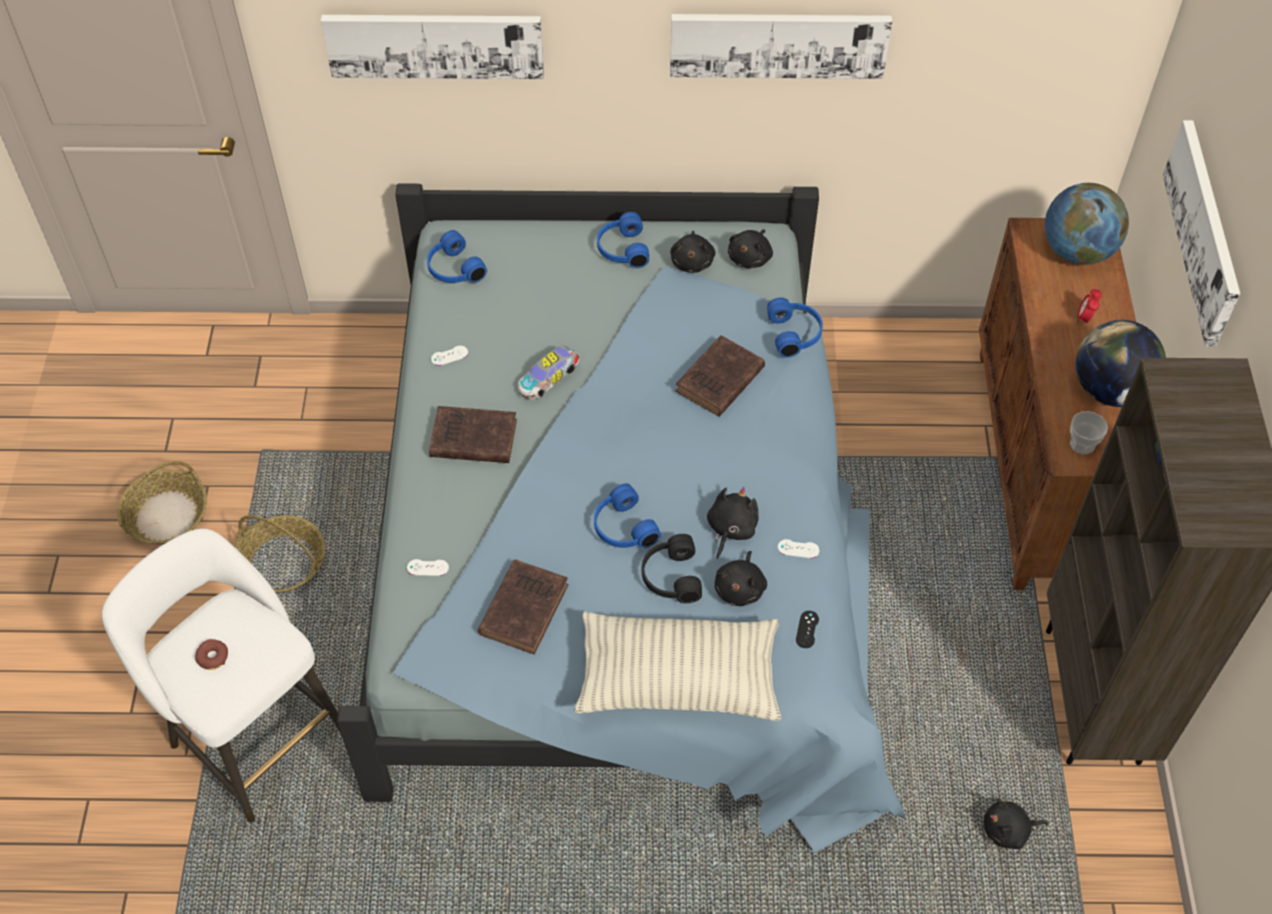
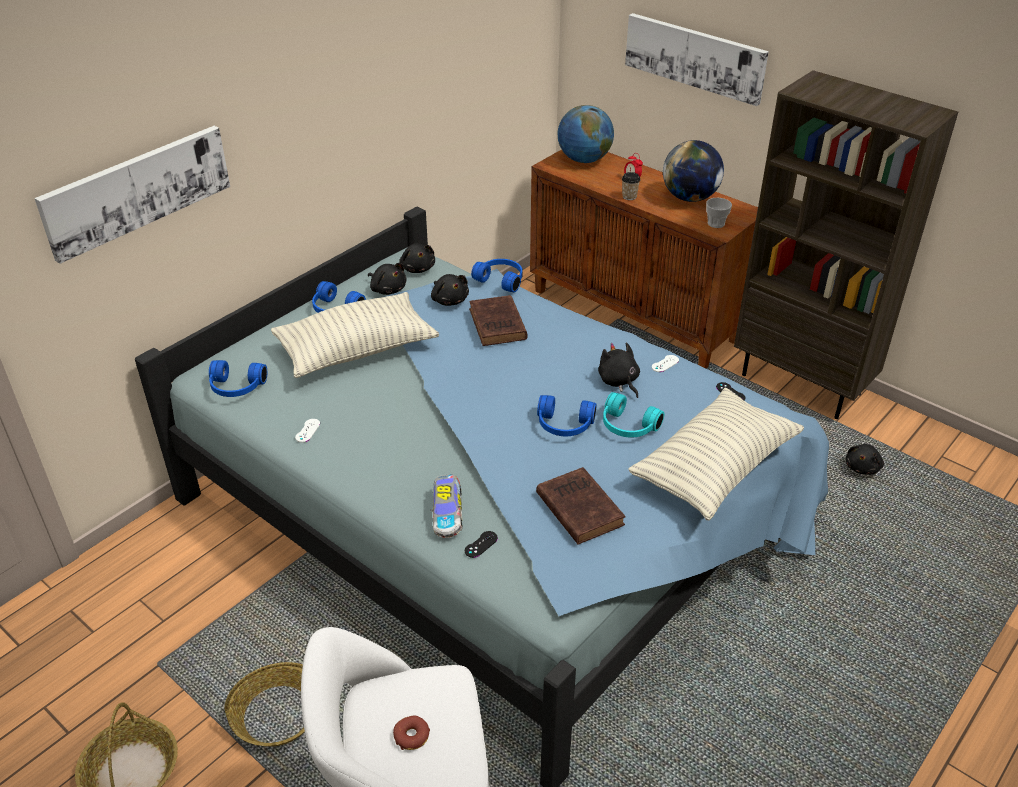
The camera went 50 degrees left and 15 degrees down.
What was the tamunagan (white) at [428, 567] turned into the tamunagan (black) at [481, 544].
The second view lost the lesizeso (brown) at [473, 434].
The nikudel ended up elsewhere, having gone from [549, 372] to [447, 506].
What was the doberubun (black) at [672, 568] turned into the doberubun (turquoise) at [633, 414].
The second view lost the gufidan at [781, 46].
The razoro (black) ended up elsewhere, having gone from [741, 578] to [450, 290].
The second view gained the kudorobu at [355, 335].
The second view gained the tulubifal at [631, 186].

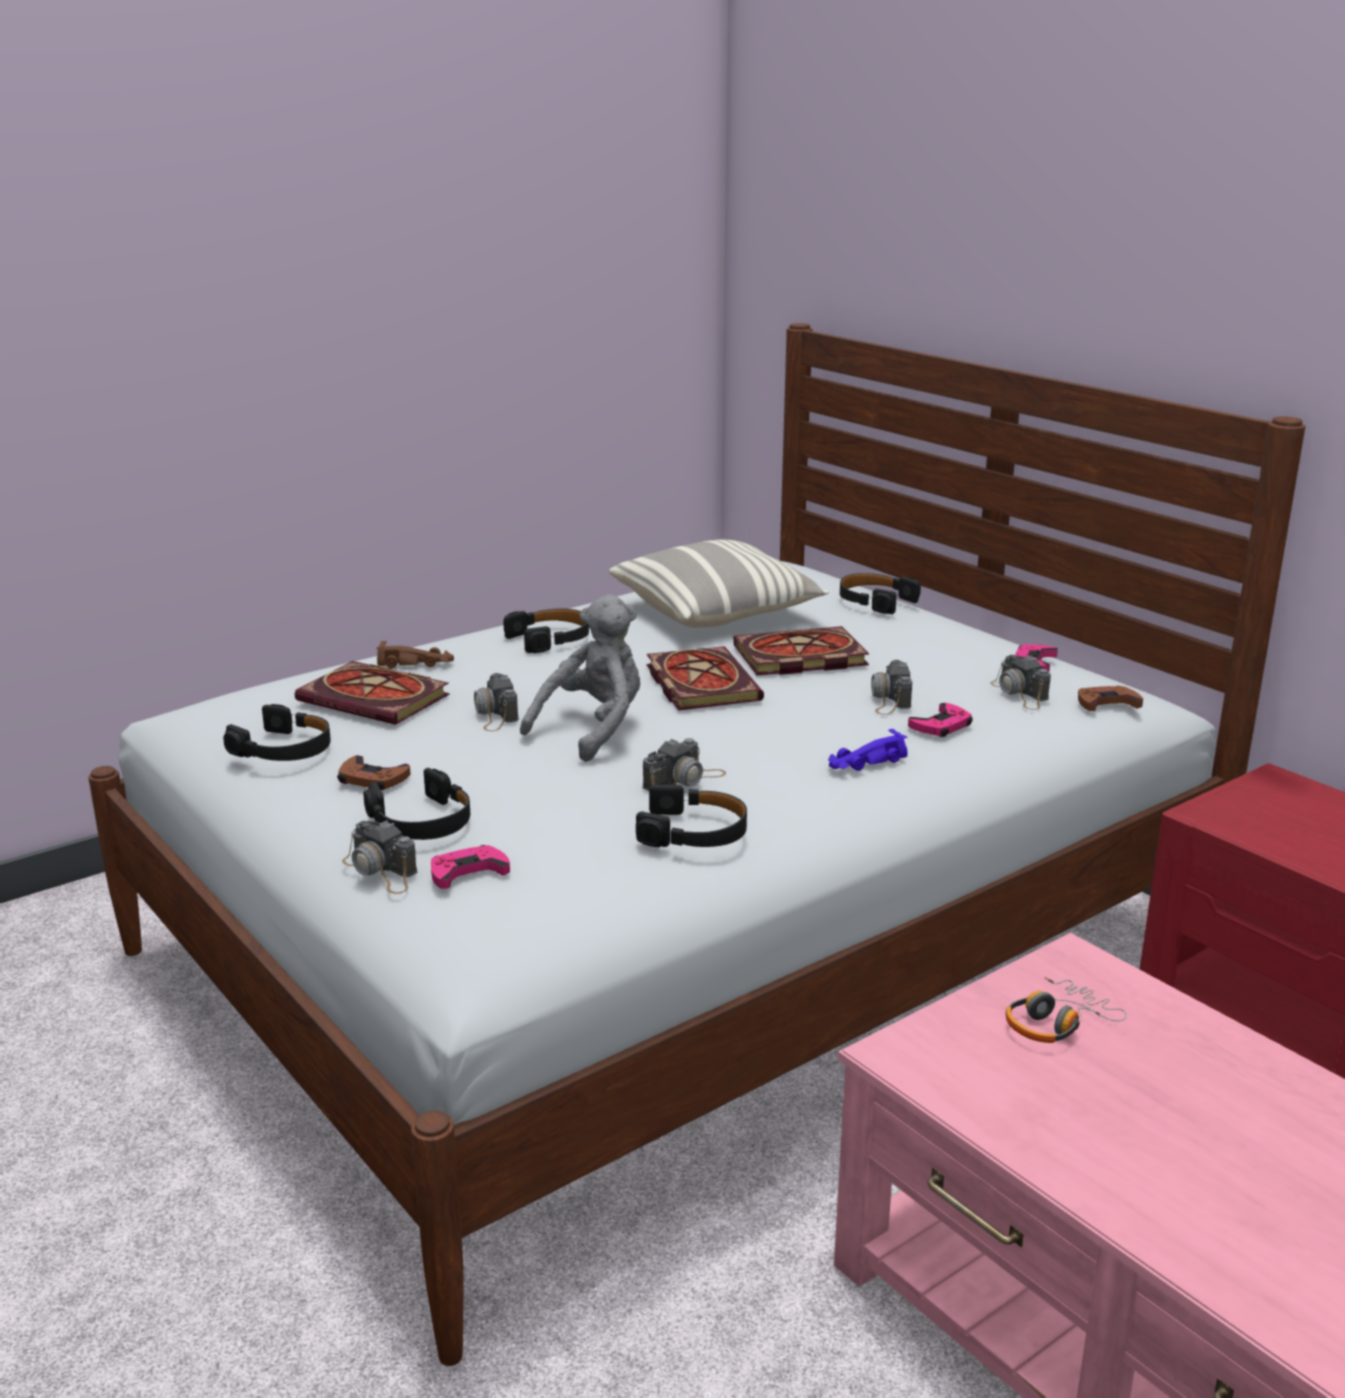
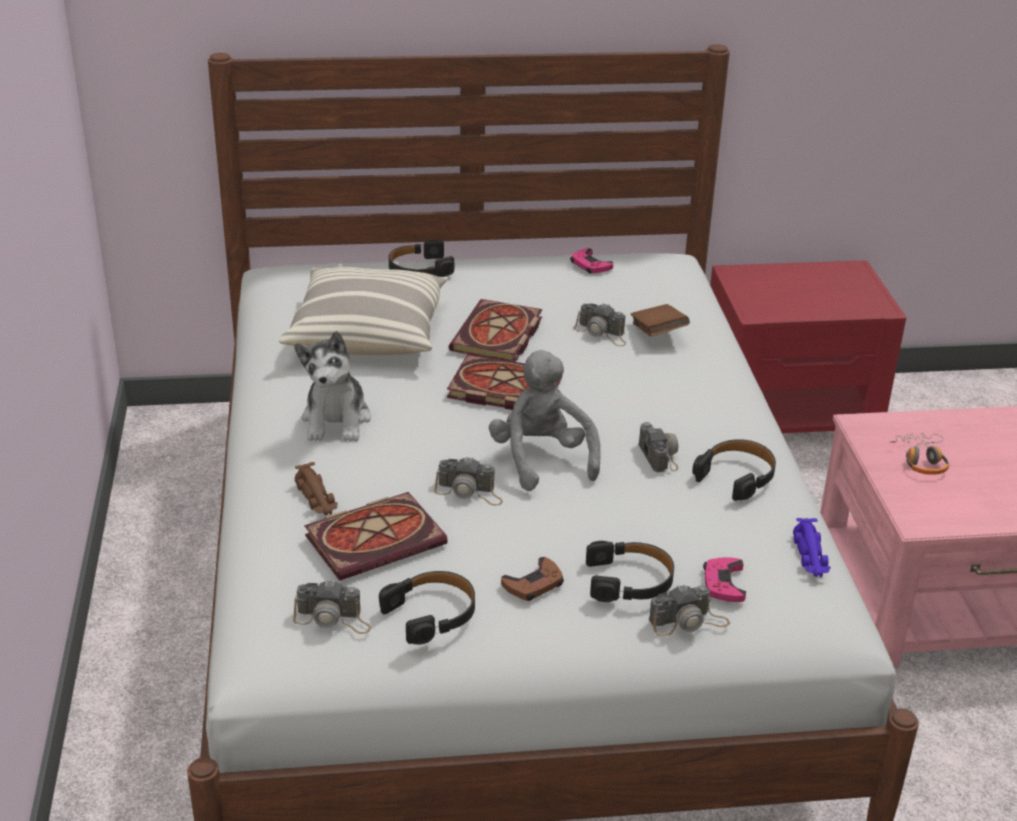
The camera went 60 degrees left and 10 degrees up.
The nikudel (brown) at [415, 654] ended up facing another way, 120 degrees clockwise from before.
Where the doberubun (black) stood at [546, 630], the razoro came to stand at [332, 386].
The nikudel (purple) ended up elsewhere, having gone from [868, 750] to [812, 547].
Where the tamunagan (pink) stood at [940, 720], the lesizeso (brown) came to stand at [660, 320].
The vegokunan ended up elsewhere, having gone from [1021, 682] to [332, 607].
The second view lost the tamunagan (brown) at [1110, 698].

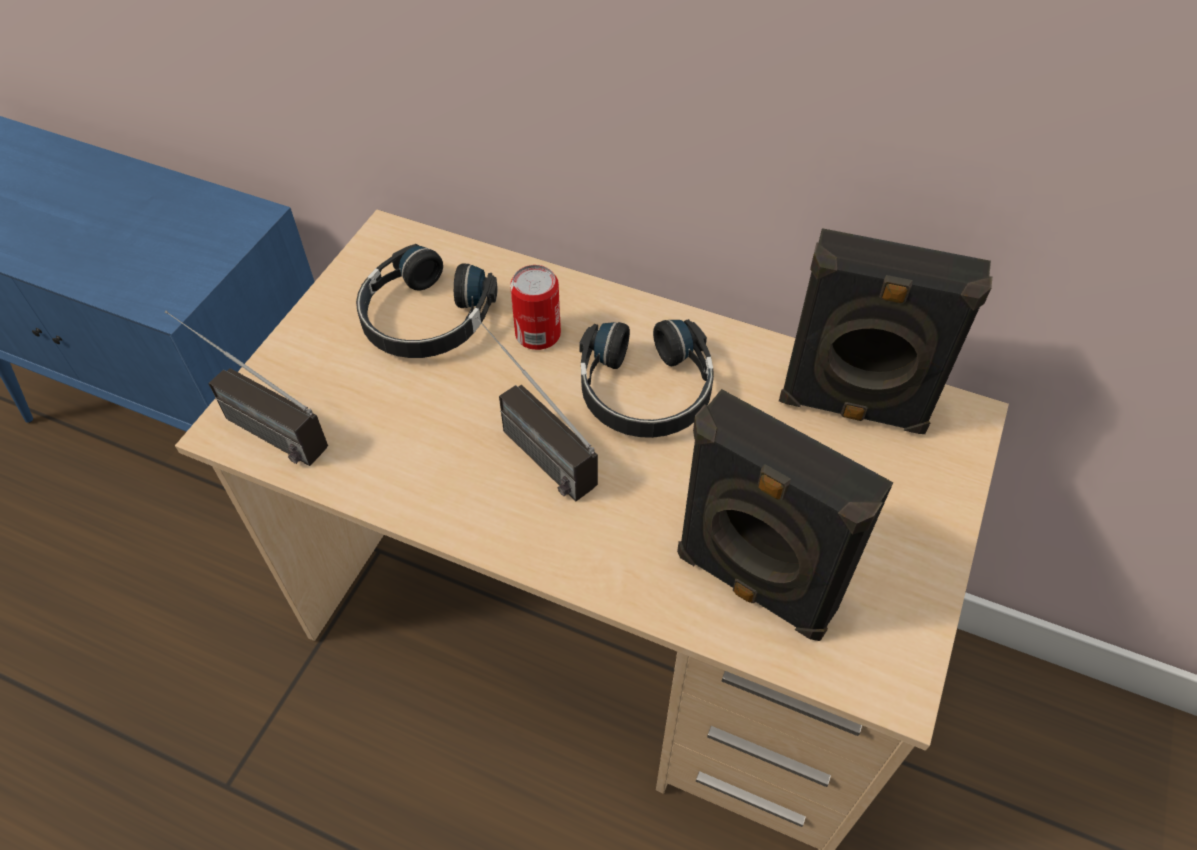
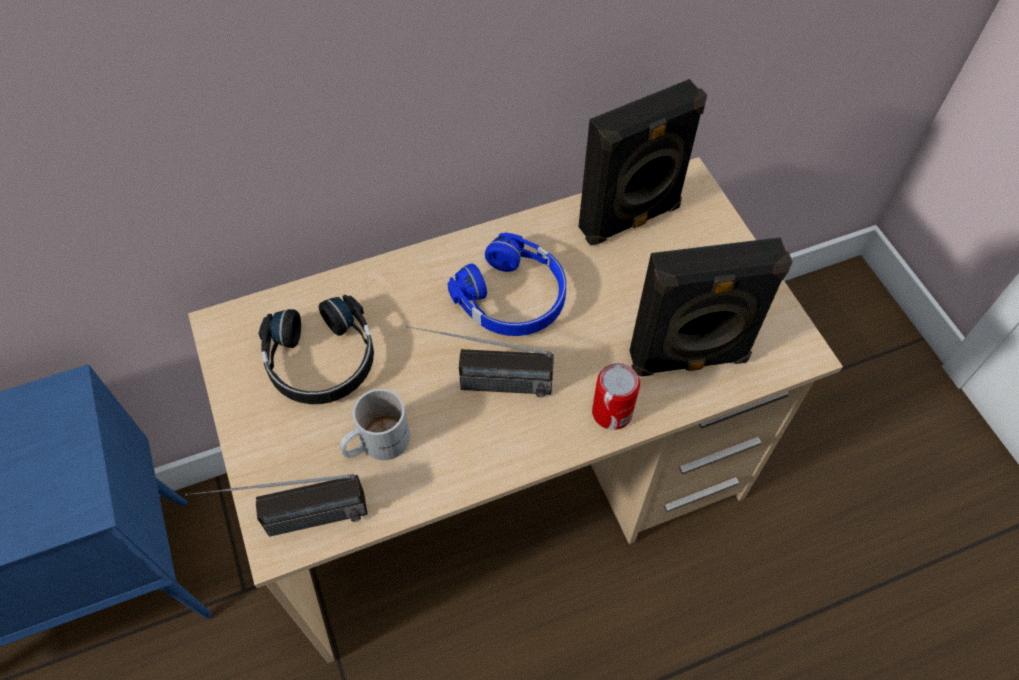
The camera went 45 degrees left and 5 degrees up.
The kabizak ended up elsewhere, having gone from [535, 307] to [616, 396].
What was the doberubun (black) at [646, 378] turned into the doberubun (blue) at [507, 284].
The second view gained the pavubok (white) at [375, 424].

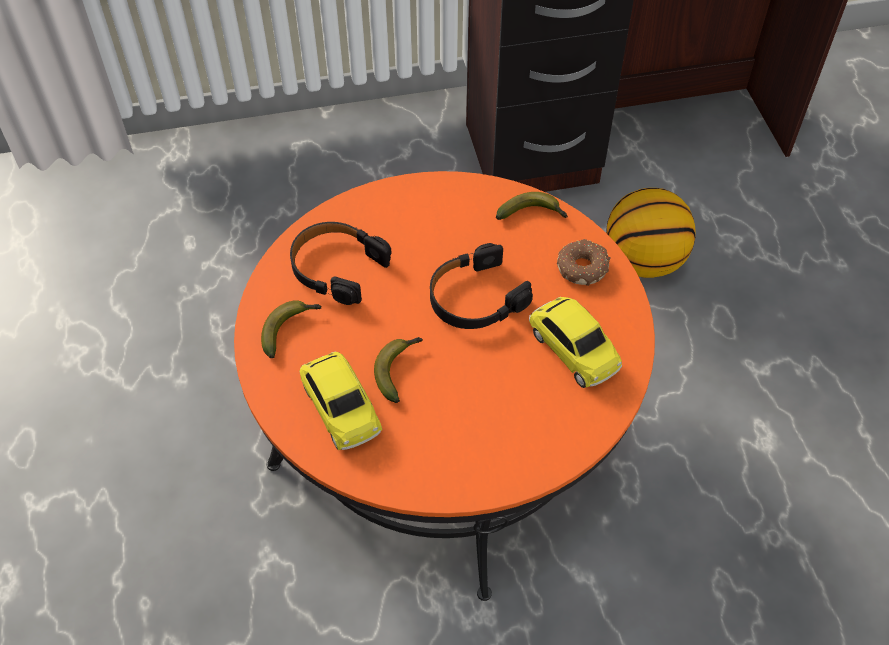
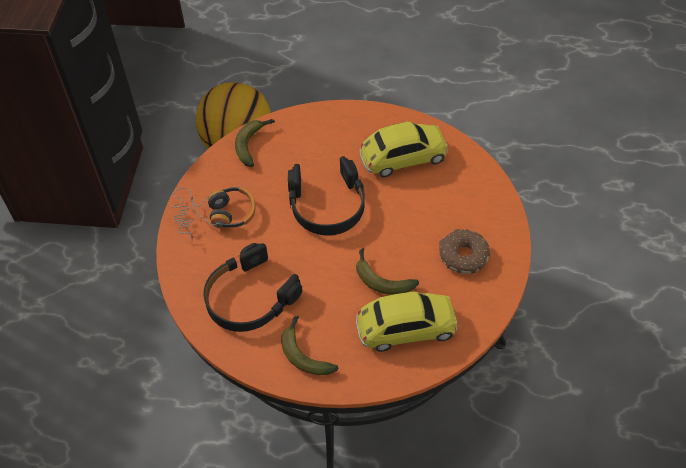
The camera went 70 degrees left and 0 degrees up.
The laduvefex ended up elsewhere, having gone from [584, 262] to [464, 251].
The second view gained the doberubun at [214, 214].

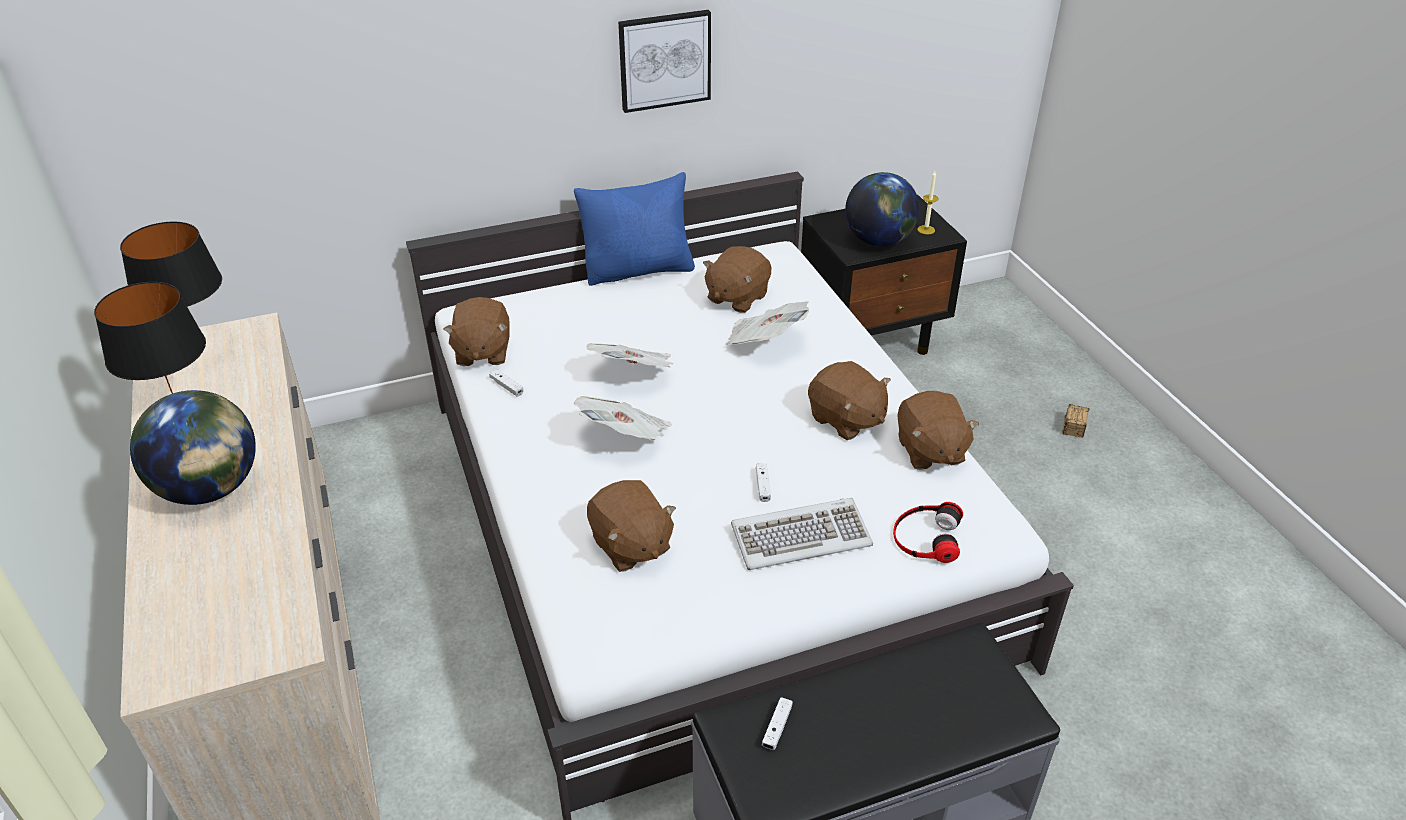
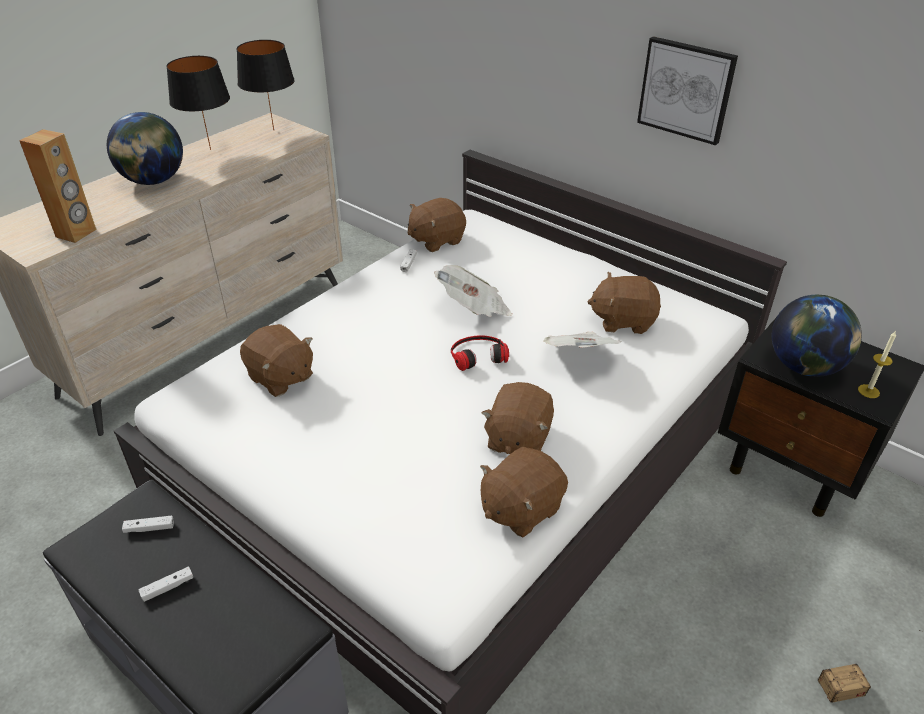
The camera went 60 degrees right and 0 degrees up.
The second view lost the kudorobu (blue) at [634, 229].
The second view lost the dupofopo at [623, 418].
The razoro (brown) at [631, 526] ended up facing another way, 75 degrees counterclockwise from before.
The second view lost the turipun at [802, 534].
The tamunagan (white) ended up elsewhere, having gone from [763, 482] to [166, 584].
The doberubun ended up elsewhere, having gone from [928, 532] to [480, 353].
The second view gained the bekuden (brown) at [58, 186].

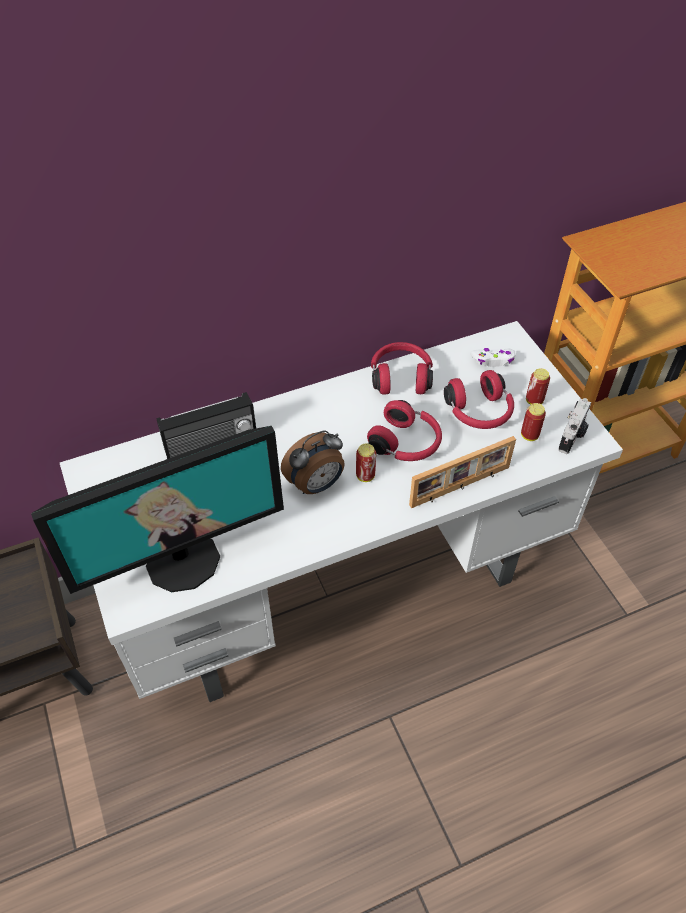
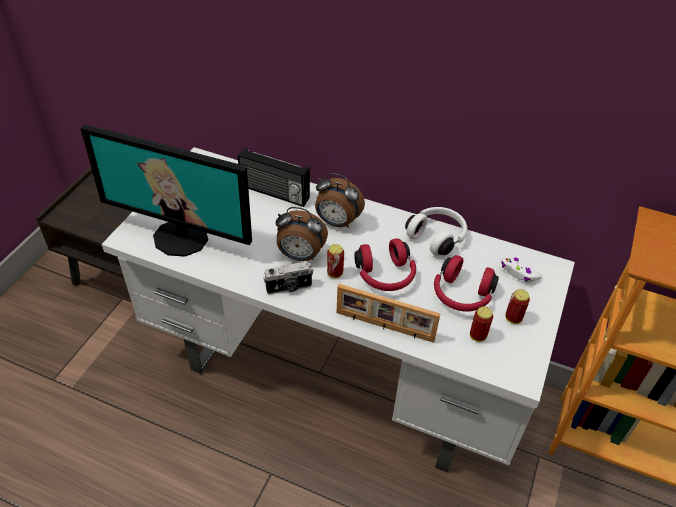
The camera went 45 degrees right and 5 degrees down.
What was the doberubun (red) at [402, 368] turned into the doberubun (white) at [436, 231].
The vegokunan ended up elsewhere, having gone from [574, 426] to [288, 277].
The second view gained the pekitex at [340, 200].

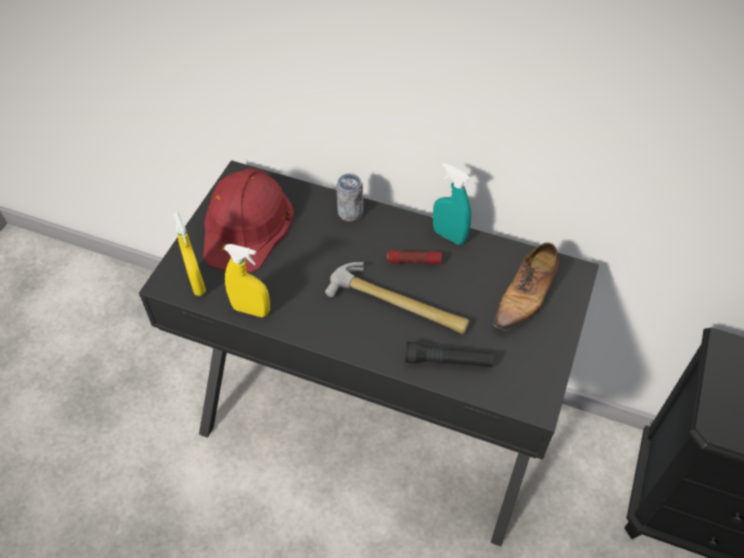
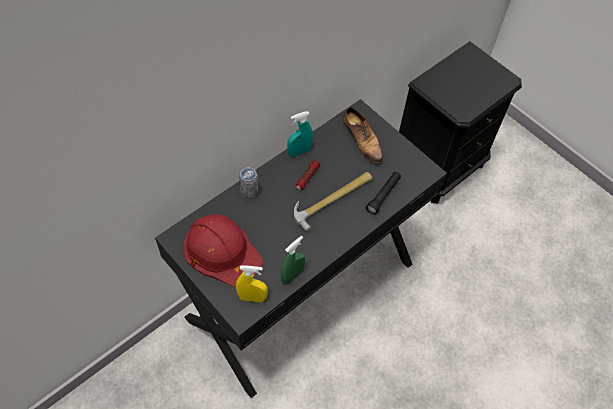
The camera went 65 degrees left and 5 degrees up.
What was the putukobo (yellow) at [247, 280] turned into the putukobo (green) at [292, 260].

